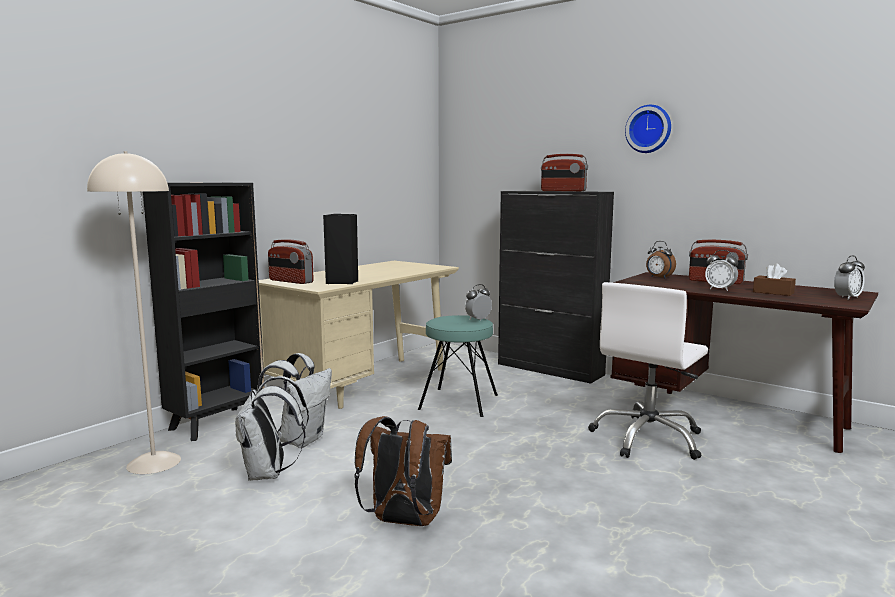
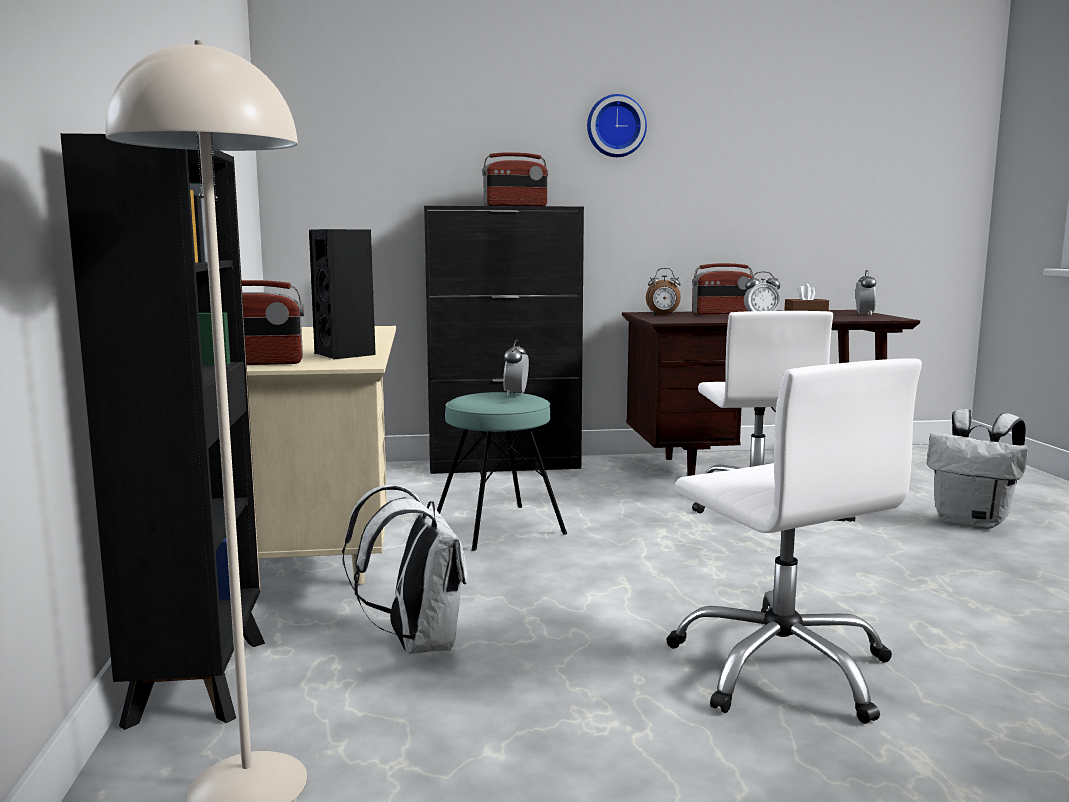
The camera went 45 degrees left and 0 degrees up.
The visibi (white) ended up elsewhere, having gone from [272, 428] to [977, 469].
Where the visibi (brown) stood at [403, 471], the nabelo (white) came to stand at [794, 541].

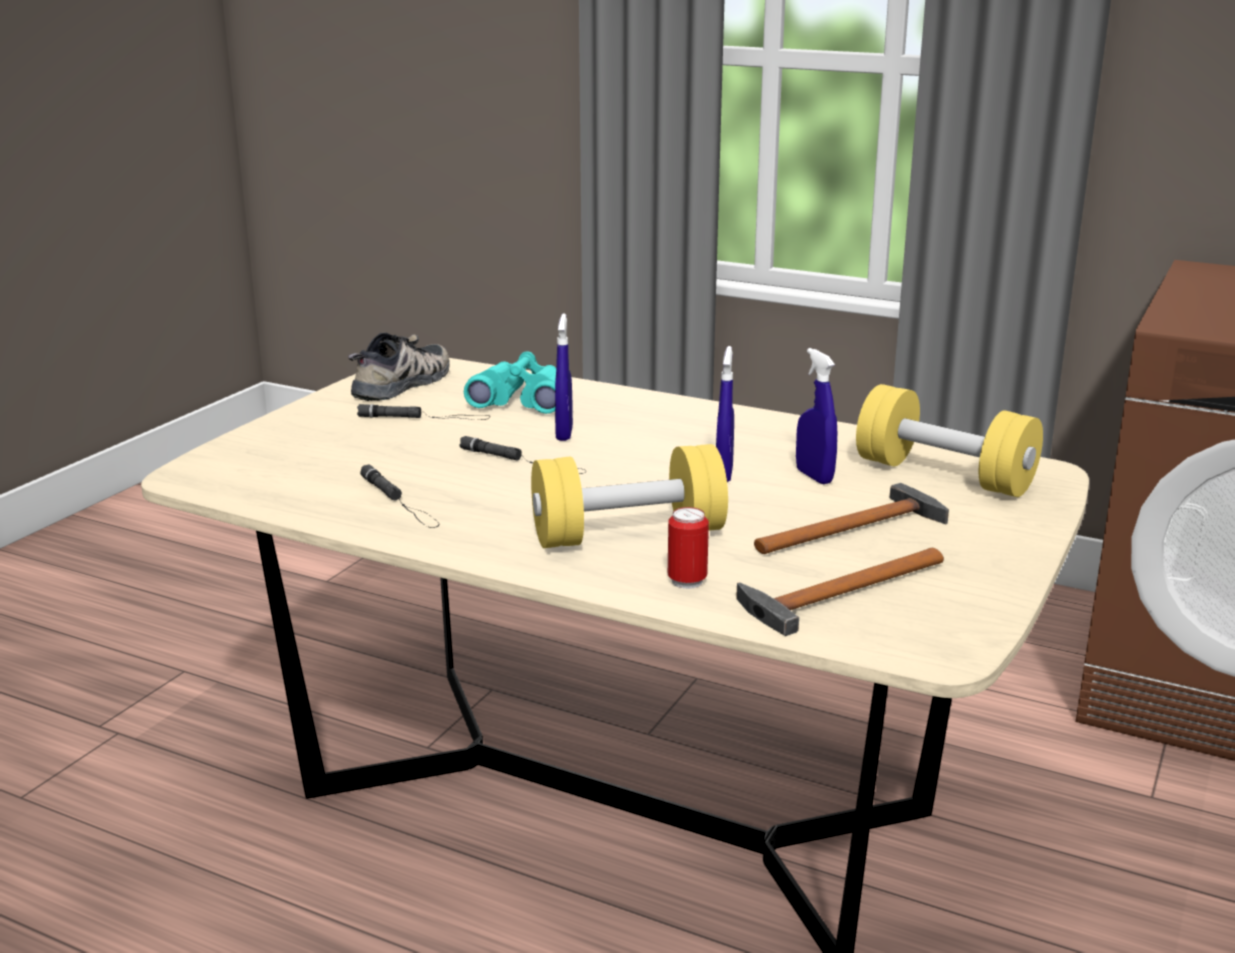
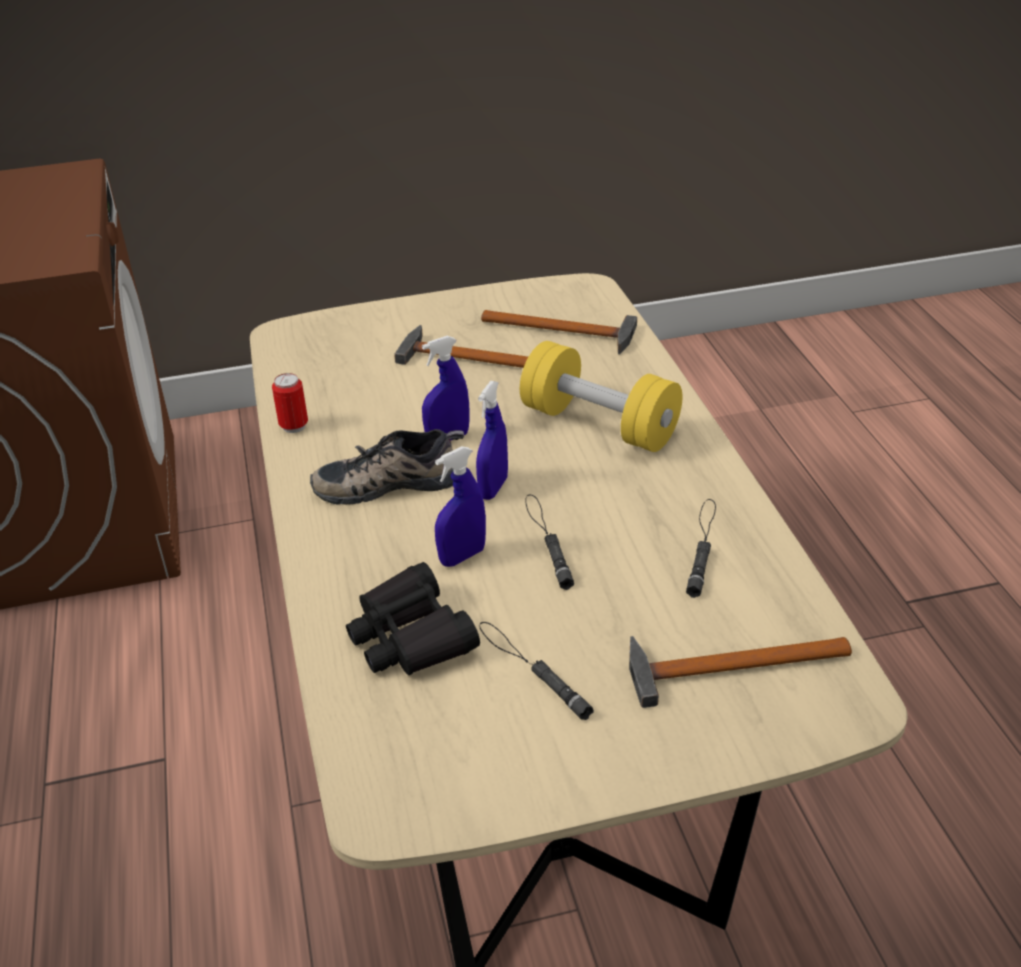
The camera went 130 degrees left and 15 degrees up.
The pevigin ended up elsewhere, having gone from [399, 366] to [387, 467].
What was the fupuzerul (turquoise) at [510, 382] turned into the fupuzerul (black) at [413, 618].
The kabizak ended up elsewhere, having gone from [688, 548] to [290, 403].
The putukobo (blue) ended up elsewhere, having gone from [817, 416] to [492, 440].
The second view lost the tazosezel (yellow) at [949, 440].
The second view gained the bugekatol at [740, 672].

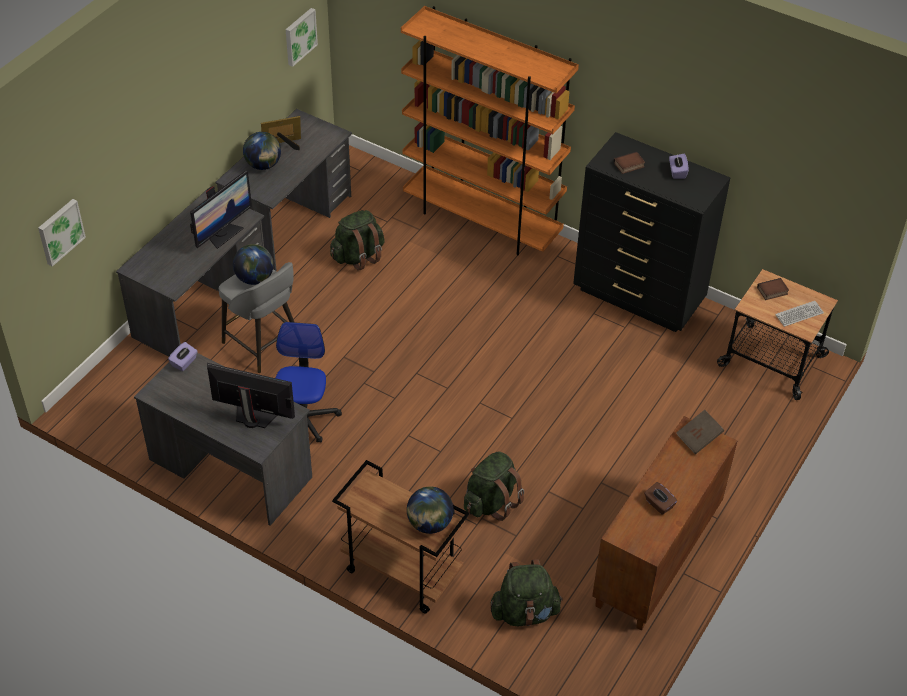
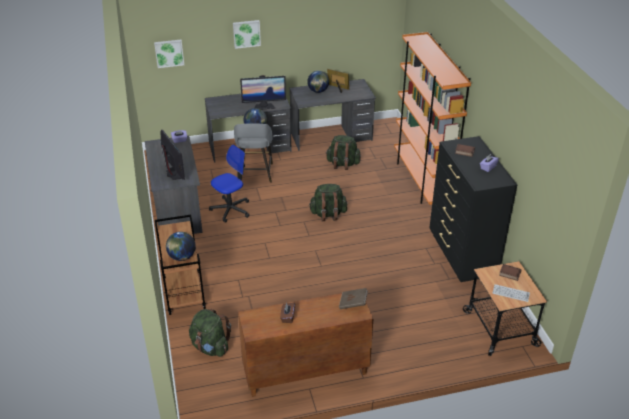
The camera went 45 degrees right and 10 degrees down.
The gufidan ended up elsewhere, having gone from [302, 37] to [247, 34].
The visibi (green) ended up elsewhere, having gone from [494, 486] to [328, 202].

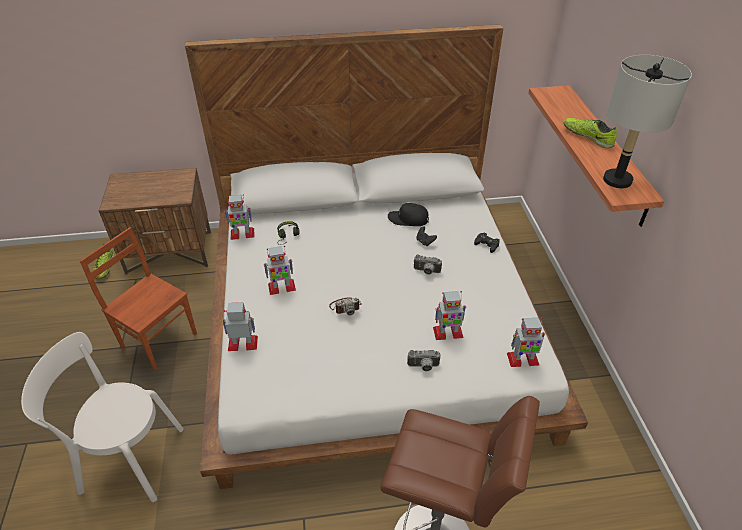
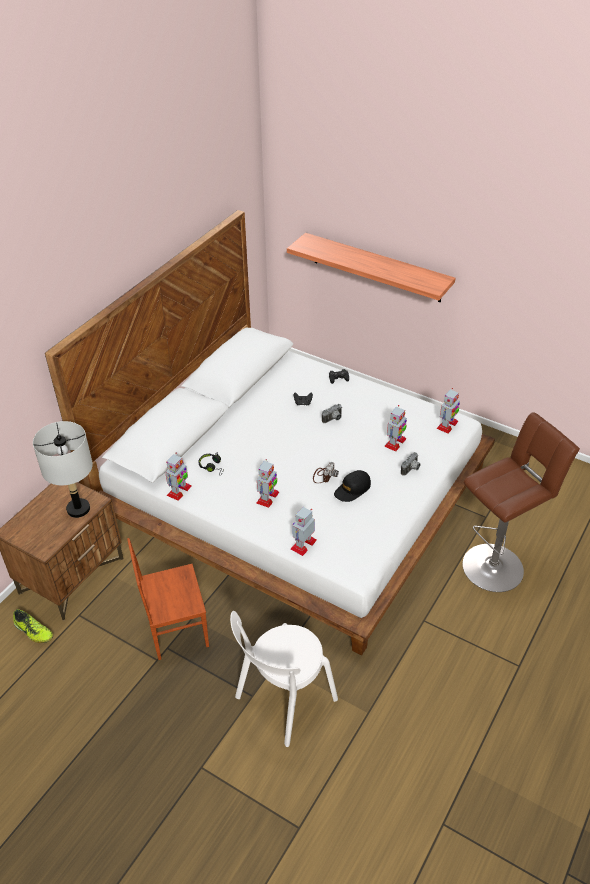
The camera went 50 degrees left and 0 degrees up.
The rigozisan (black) ended up elsewhere, having gone from [408, 214] to [352, 486].
The second view lost the pevigin at [590, 133].
The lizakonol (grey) ended up elsewhere, having gone from [647, 121] to [63, 469].

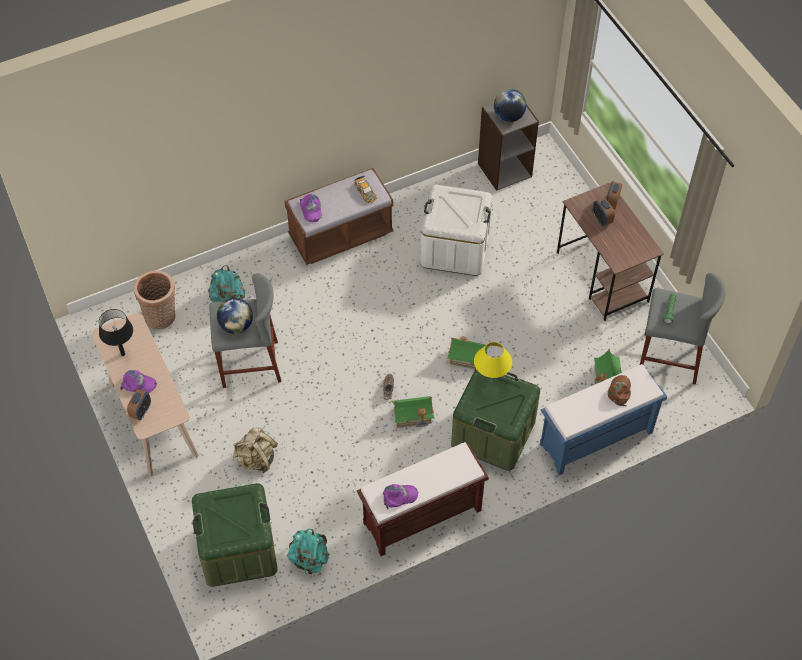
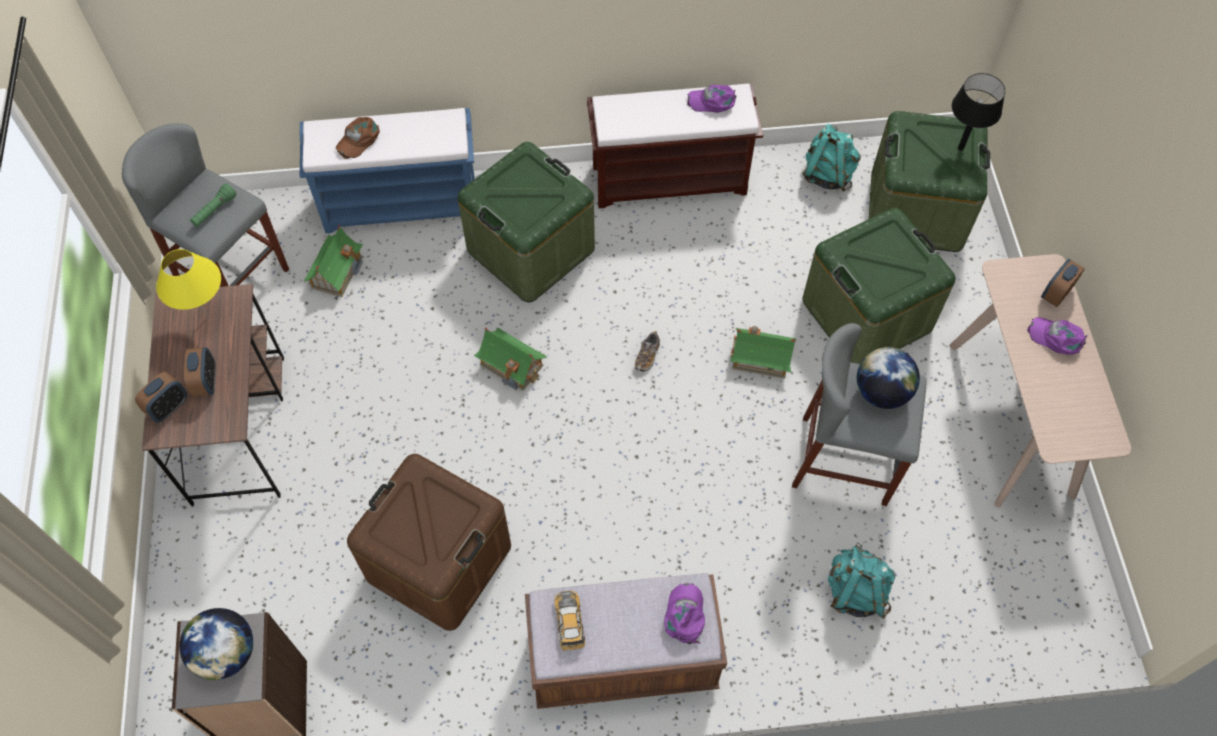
The camera went 160 degrees left and 5 degrees up.
The lizakonol (black) ended up elsewhere, having gone from [116, 332] to [978, 112].
The second view lost the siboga at [155, 300].
Where the visibi (beige) stood at [255, 450], the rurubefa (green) came to stand at [879, 286].
The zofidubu ended up elsewhere, having gone from [413, 412] to [763, 352].
What was the rurubefa (white) at [457, 230] turned into the rurubefa (brown) at [429, 542].
The lizakonol (yellow) ended up elsewhere, having gone from [493, 361] to [188, 283].

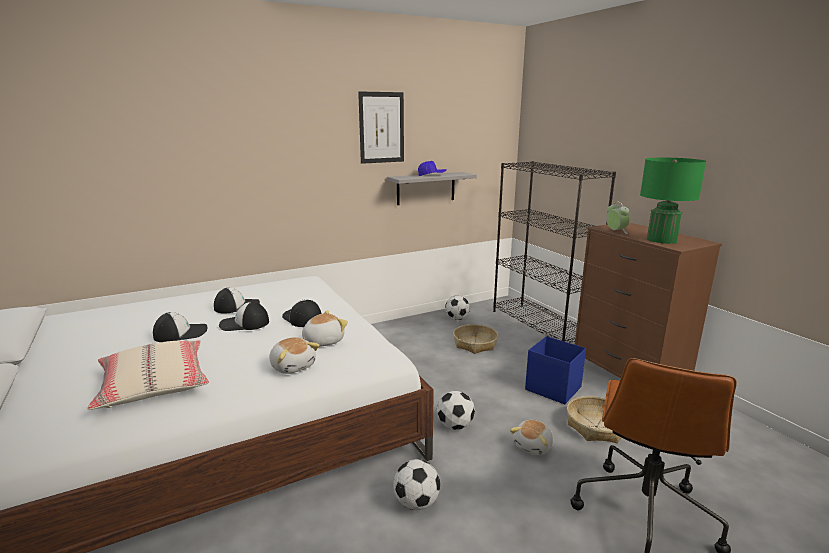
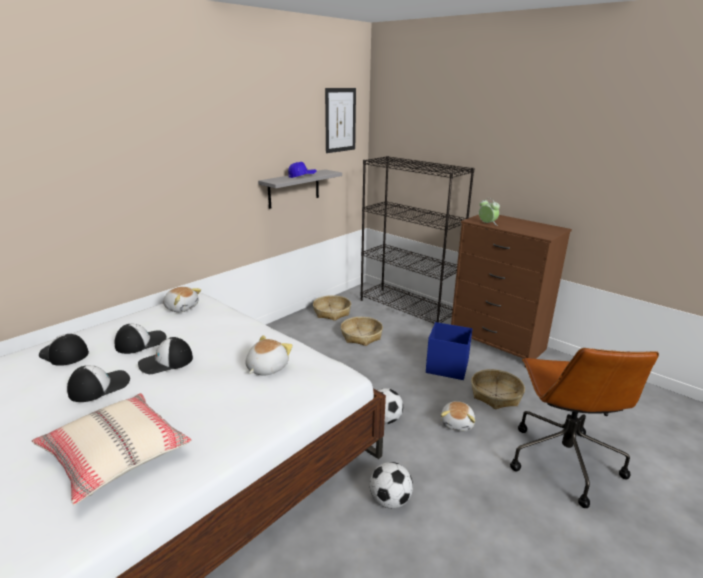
The camera went 20 degrees left and 5 degrees up.
The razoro ended up elsewhere, having gone from [295, 355] to [182, 299].
The rigozisan ended up elsewhere, having gone from [302, 313] to [64, 350].
The gufidan ended up elsewhere, having gone from [381, 127] to [340, 120].
Where the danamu stood at [457, 307], the siboga came to stand at [332, 308].
The second view lost the lizakonol (green) at [673, 201].

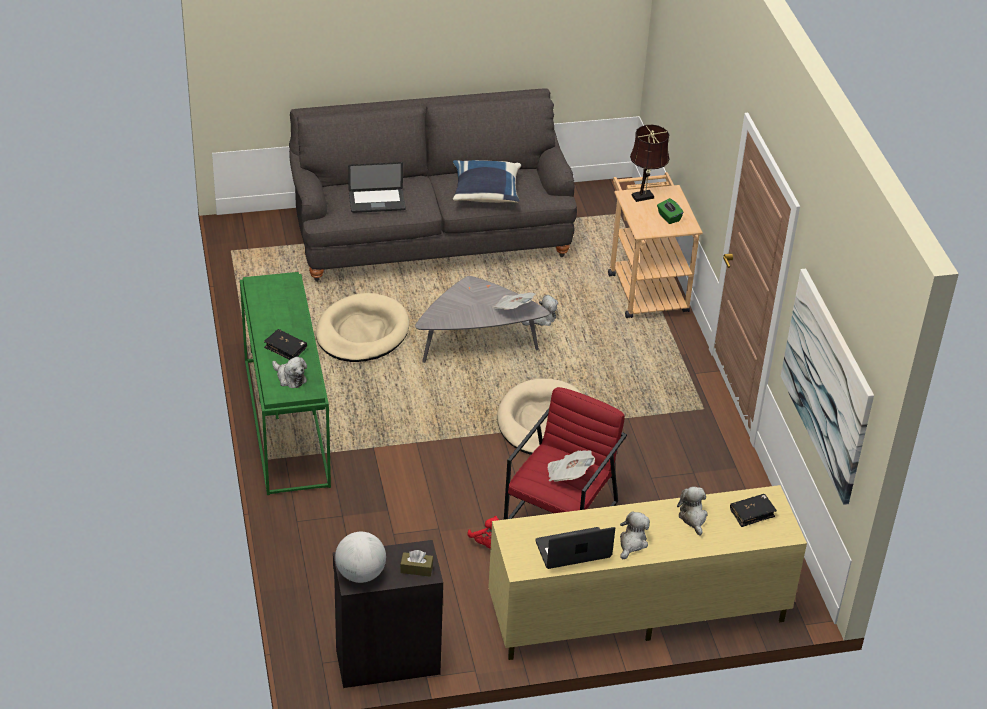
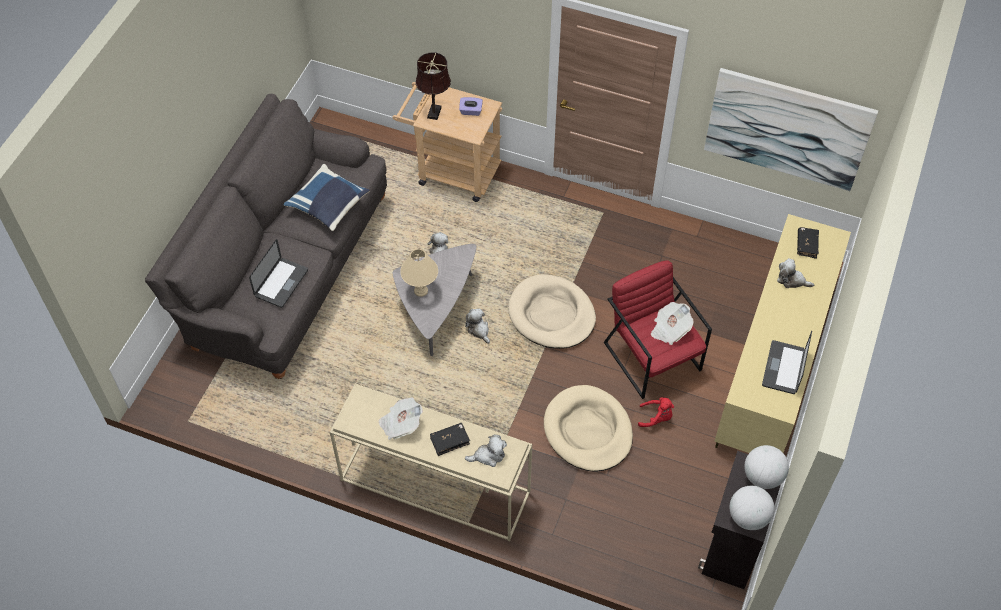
The camera went 55 degrees left and 15 degrees up.
What was the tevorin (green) at [285, 383] turned into the tevorin (beige) at [431, 462].
The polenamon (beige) ended up elsewhere, having gone from [362, 327] to [588, 428].
Where the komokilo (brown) stood at [416, 563], the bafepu came to stand at [766, 467].
The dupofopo ended up elsewhere, having gone from [514, 300] to [400, 418].
The razoro ended up elsewhere, having gone from [635, 535] to [477, 326].
What was the komokilo (green) at [670, 211] turned into the komokilo (purple) at [471, 106].
The second view gained the lizakonol (beige) at [419, 273].

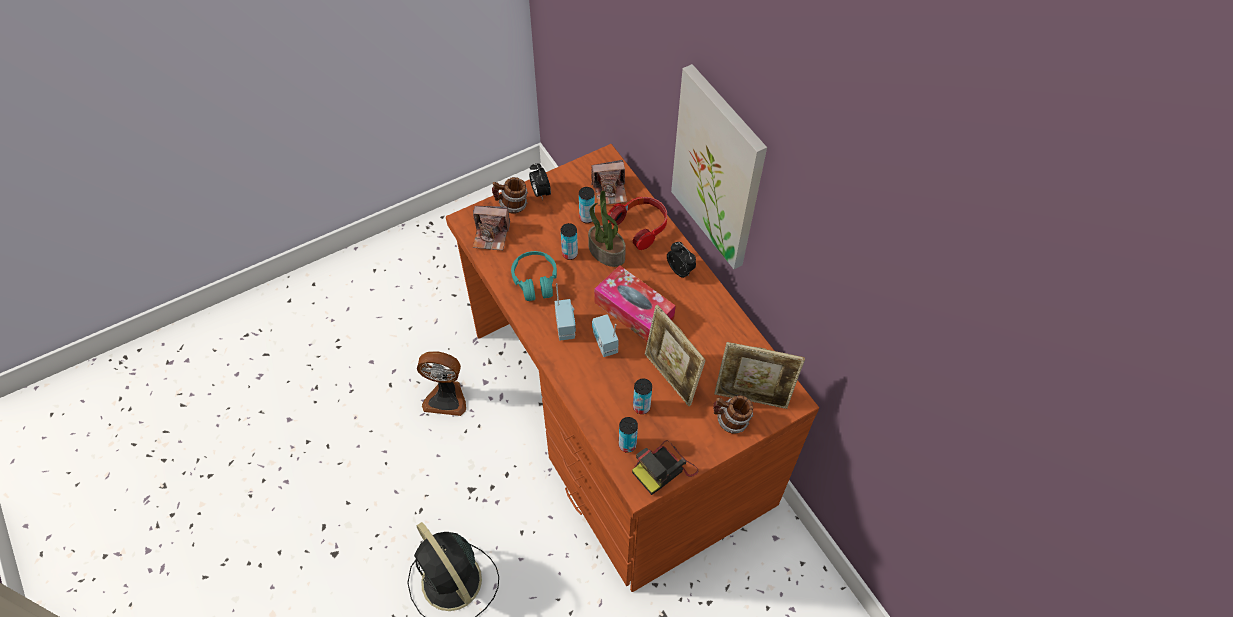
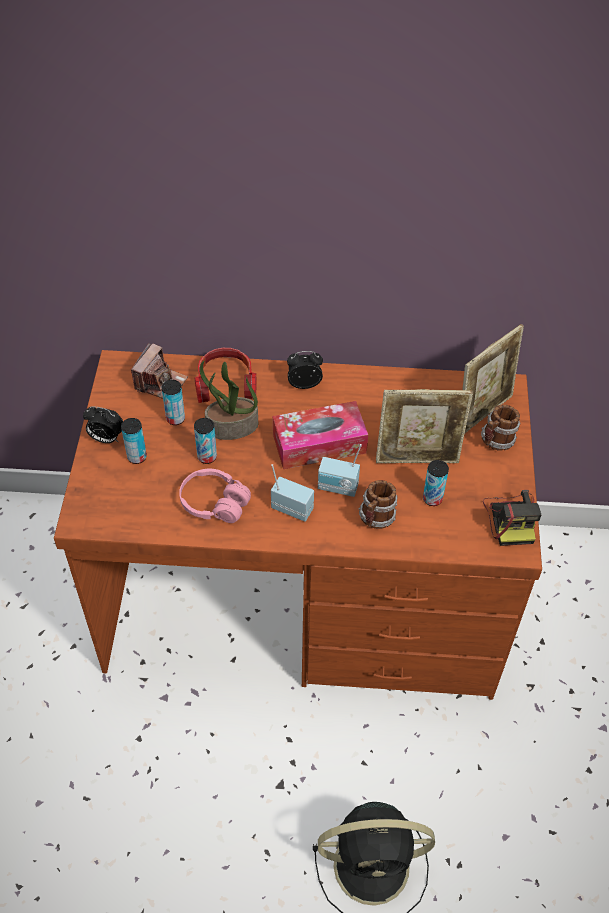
The camera went 55 degrees left and 5 degrees down.
The second view lost the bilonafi at [441, 384].
The second view lost the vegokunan at [491, 228].
The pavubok ended up elsewhere, having gone from [510, 195] to [378, 504].
What was the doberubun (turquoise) at [534, 276] turned into the doberubun (pink) at [215, 496].
The kabizak ended up elsewhere, having gone from [628, 435] to [134, 441].
The second view lost the gufidan at [719, 166].

